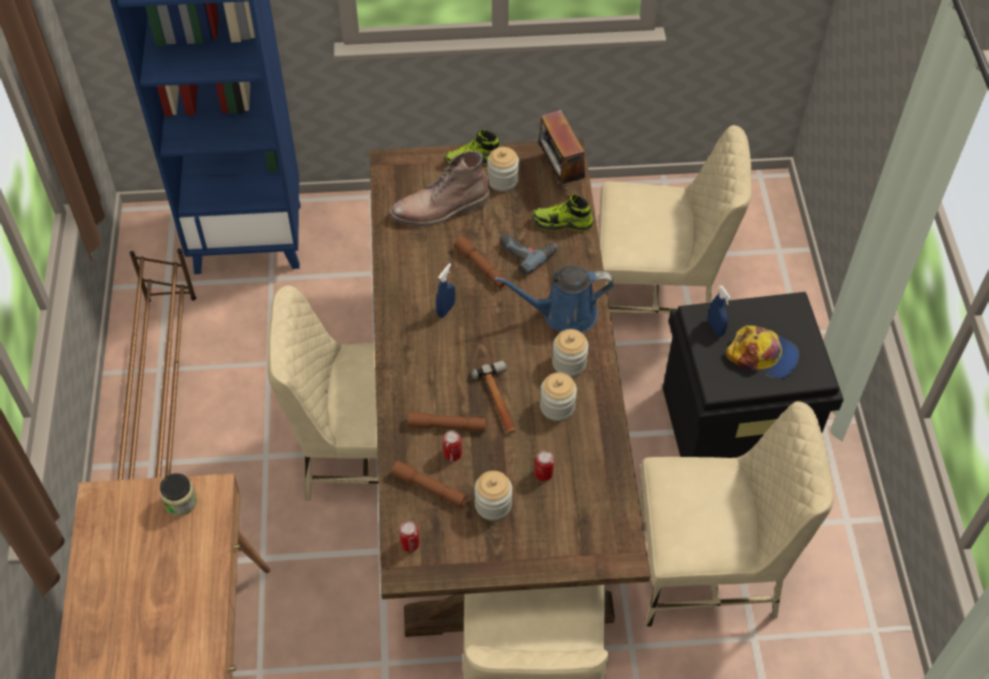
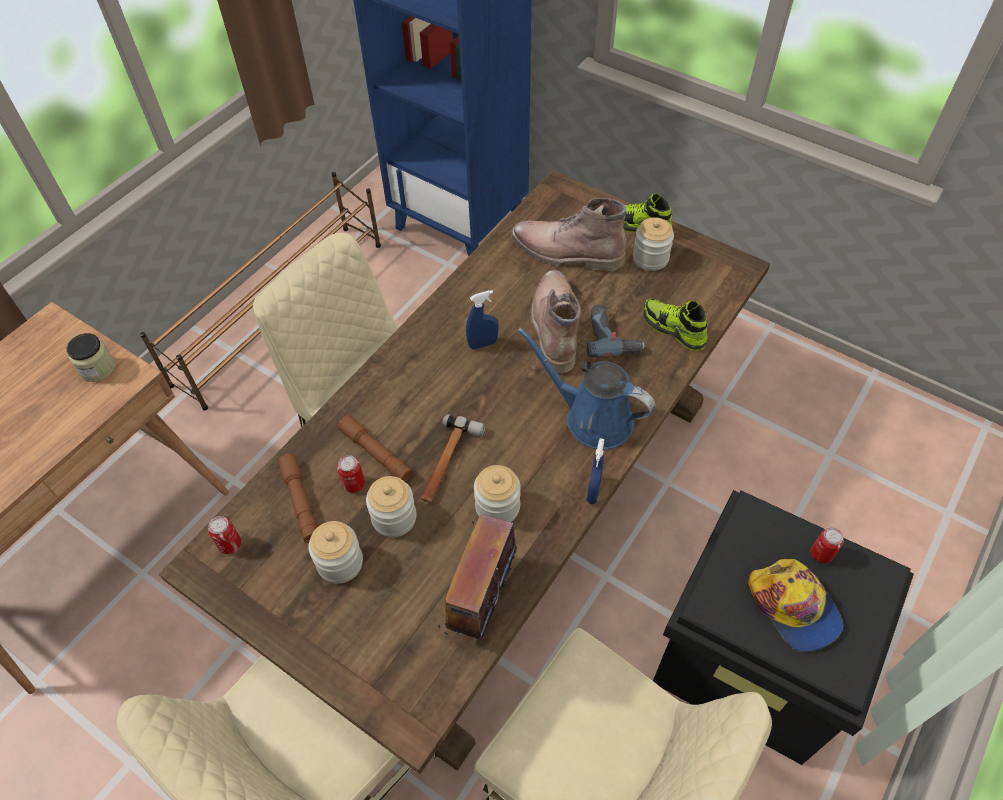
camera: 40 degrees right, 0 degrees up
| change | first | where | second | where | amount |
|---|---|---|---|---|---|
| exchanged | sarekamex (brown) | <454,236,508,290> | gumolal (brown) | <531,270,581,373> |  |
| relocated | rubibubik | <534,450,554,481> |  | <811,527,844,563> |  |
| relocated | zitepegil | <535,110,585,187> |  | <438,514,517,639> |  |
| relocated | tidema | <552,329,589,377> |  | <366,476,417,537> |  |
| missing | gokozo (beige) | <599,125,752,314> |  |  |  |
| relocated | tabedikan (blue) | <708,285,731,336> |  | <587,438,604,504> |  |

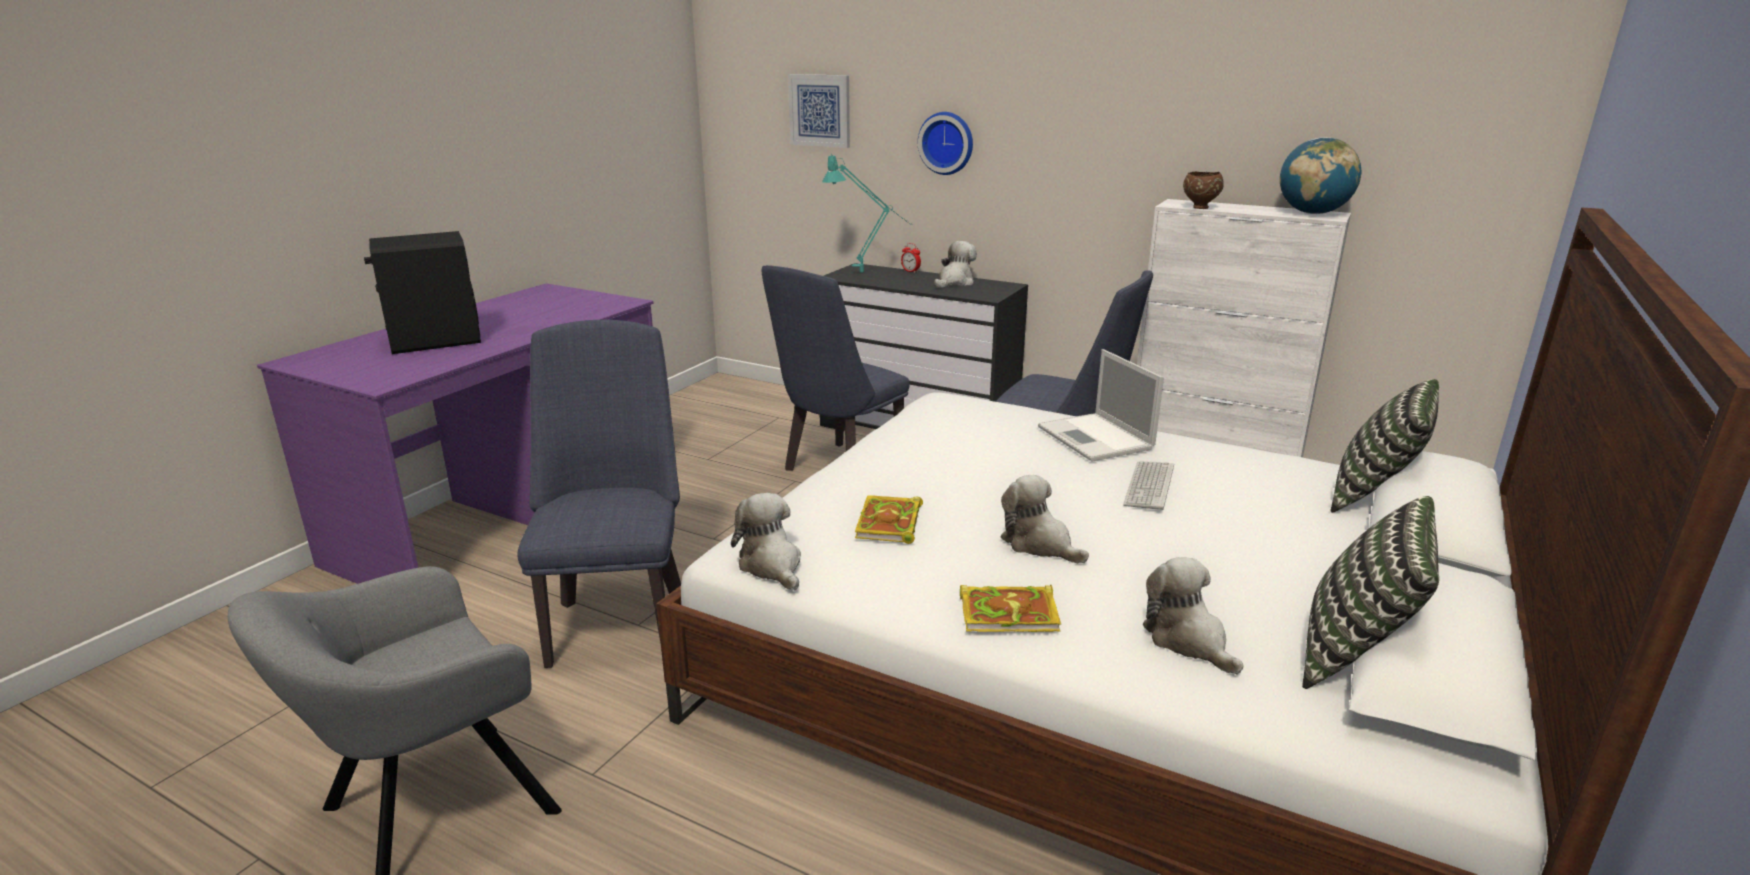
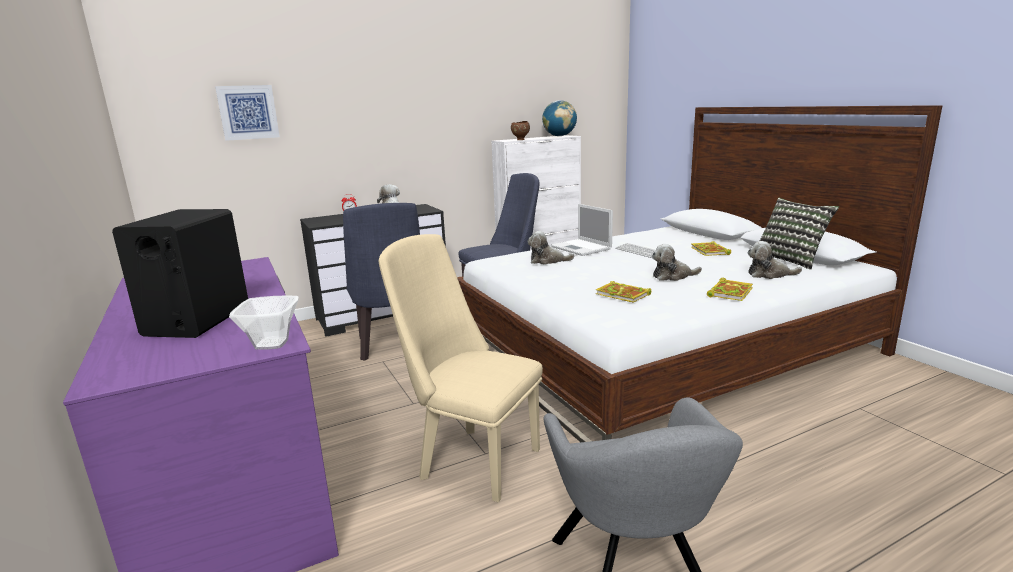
camera: 55 degrees left, 5 degrees down
| change | first | where | second | where | amount |
|---|---|---|---|---|---|
| colour | gokozo (blue) | <517,320,681,668> | gokozo (beige) | <379,234,543,502> |  |
| relocated | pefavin | <731,493,801,590> |  | <527,231,574,265> |  |
| missing | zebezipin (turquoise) | <822,154,912,273> |  |  |  |
| missing | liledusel | <918,112,973,175> |  |  |  |
| spun | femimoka | <1038,349,1164,462> |  | <551,204,613,256> | 45 degrees clockwise |
| missing | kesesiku | <1331,379,1439,513> |  |  |  |
| appeared |  |  | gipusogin | <229,296,299,350> |  |
| appeared |  |  | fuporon | <691,241,731,256> |  |

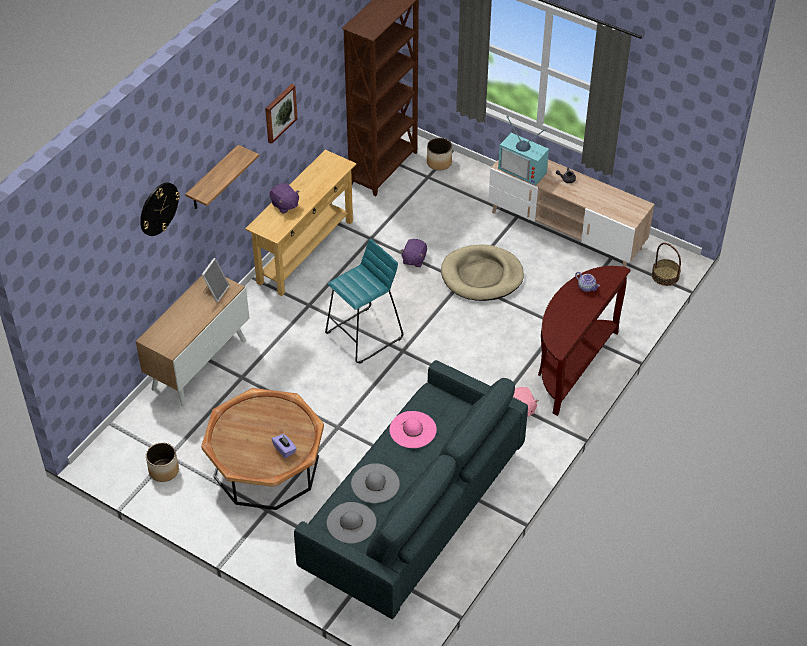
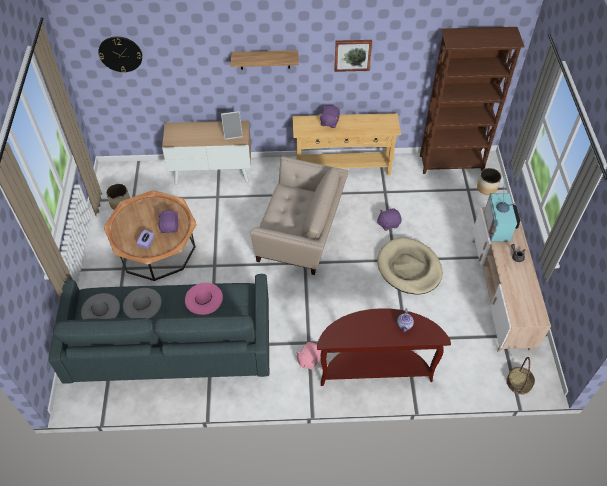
camera: 55 degrees right, 5 degrees up
| change | first | where | second | where | amount |
|---|---|---|---|---|---|
| relocated | liledusel | <140,183,180,236> |  | <98,36,142,73> |  |
| exchanged | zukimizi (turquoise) | <325,239,403,364> | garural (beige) | <250,157,349,275> |  |
| appeared |  |  | pefavin (purple) | <157,210,178,233> |  |

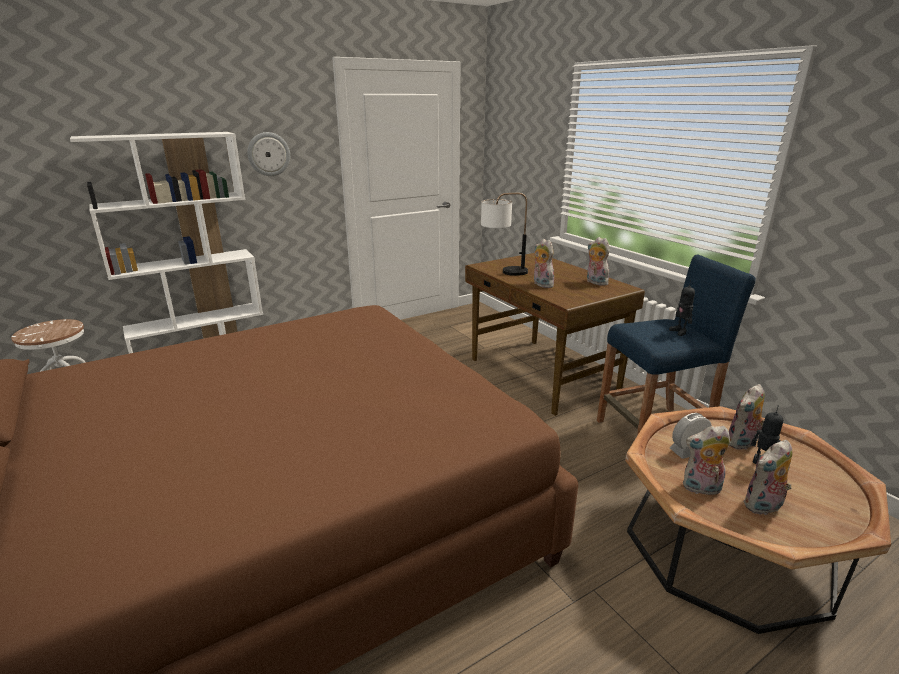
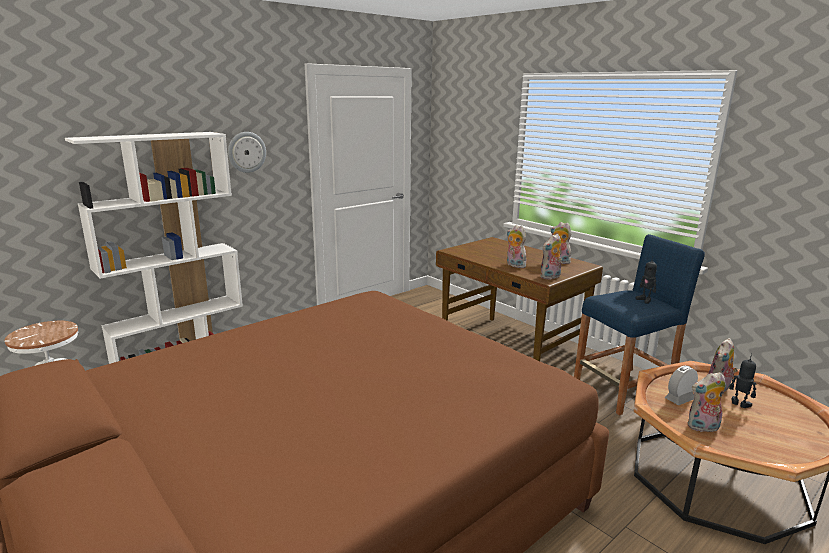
camera: 10 degrees left, 5 degrees down
| change | first | where | second | where | amount |
|---|---|---|---|---|---|
| missing | zebezipin | <481,193,528,276> |  |  |  |
| relocated | pefavin | <743,440,792,515> |  | <540,234,562,280> |  |

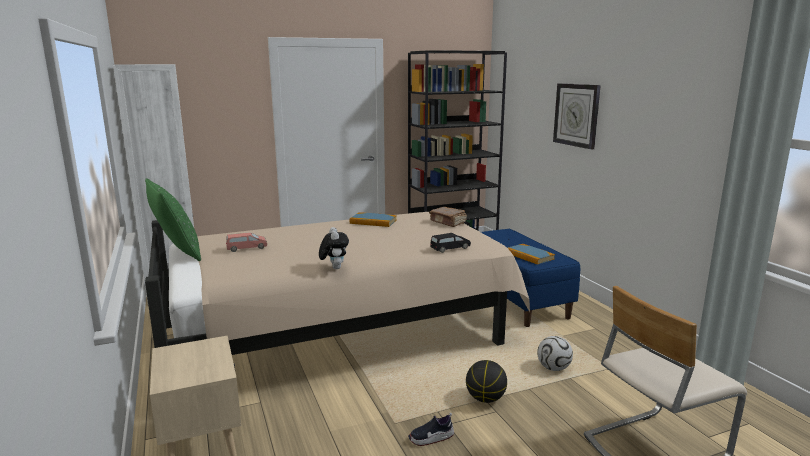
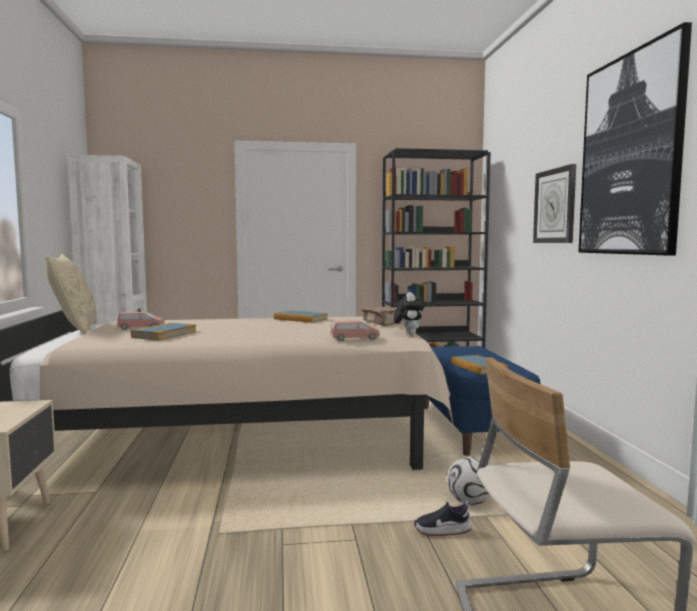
camera: 15 degrees right, 10 degrees down
| change | first | where | second | where | amount |
|---|---|---|---|---|---|
| colour | kesesiku (green) | <145,178,201,261> | kesesiku (beige) | <46,254,97,334> |  |
| relocated | pefavin | <319,227,349,269> |  | <394,292,425,335> |  |
| relocated | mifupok | <408,413,454,446> |  | <414,501,472,536> |  |
| colour | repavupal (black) | <430,233,471,253> | repavupal (pink) | <331,320,380,341> |  |
| missing | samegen | <466,360,507,403> |  |  |  |
| appeared |  |  | fuporon | <131,323,197,340> |  |
| appeared |  |  | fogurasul | <578,22,692,256> |  |

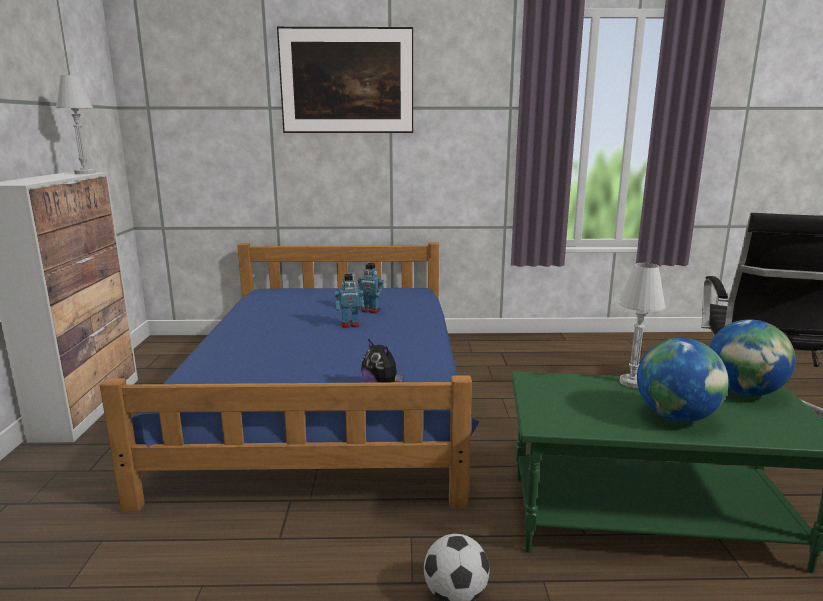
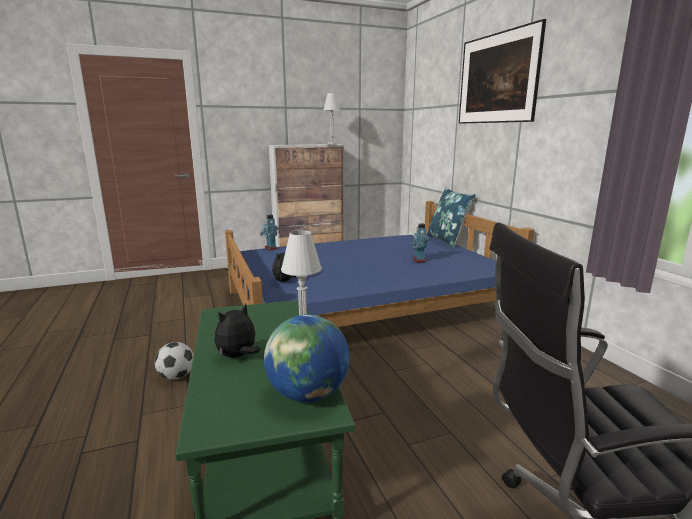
camera: 70 degrees right, 0 degrees up
| change | first | where | second | where | amount |
|---|---|---|---|---|---|
| relocated | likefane | <335,274,365,328> |  | <260,214,278,250> |  |
| exchanged | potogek | <637,338,729,422> | pefavin | <215,304,260,358> |  |
| appeared |  |  | kesesiku (blue) | <427,188,476,248> |  |

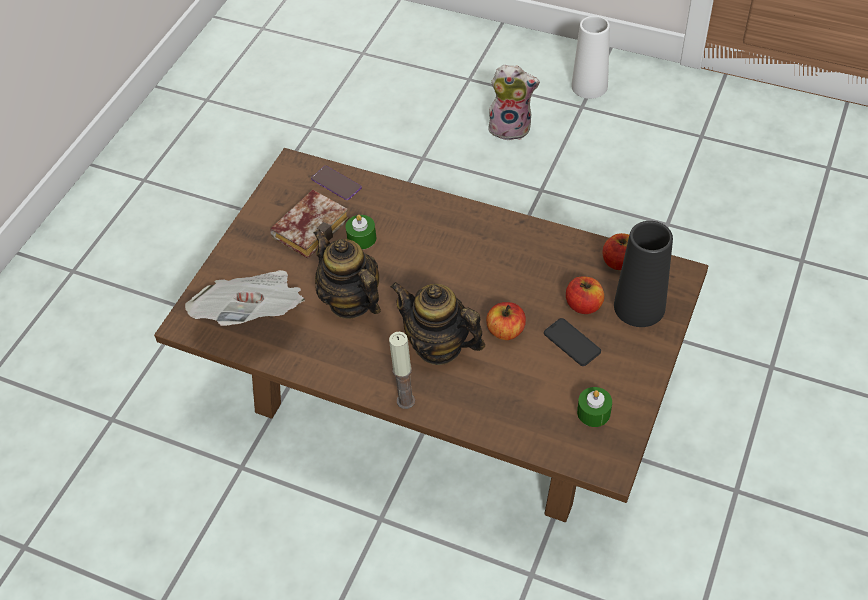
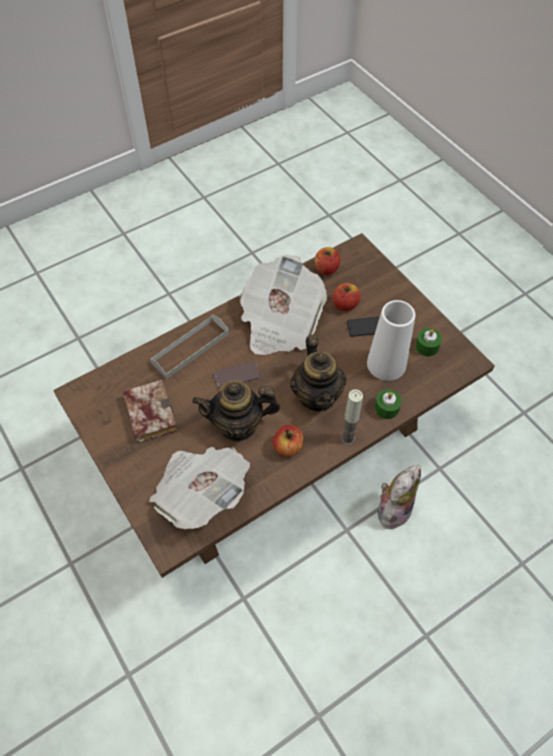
camera: 60 degrees left, 5 degrees up
| change | first | where | second | where | amount |
|---|---|---|---|---|---|
| relocated | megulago | <311,165,362,200> |  | <214,362,260,389> |  |
| relocated | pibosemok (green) | <345,215,376,250> |  | <375,389,402,419> |  |
| spun | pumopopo | <390,282,485,365> |  | <290,335,346,412> | 75 degrees counterclockwise |
| relocated | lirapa | <486,302,526,340> |  | <273,425,303,457> |  |
| relocated | pefavin | <488,65,540,141> |  | <378,465,421,532> |  |
| relocated | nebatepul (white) | <571,16,610,99> |  | <367,300,415,381> |  |
| missing | nebatepul (black) | <614,221,673,327> |  |  |  |
| appeared |  |  | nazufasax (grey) | <150,315,229,379> |  |
| appeared |  |  | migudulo | <239,255,327,355> |  |

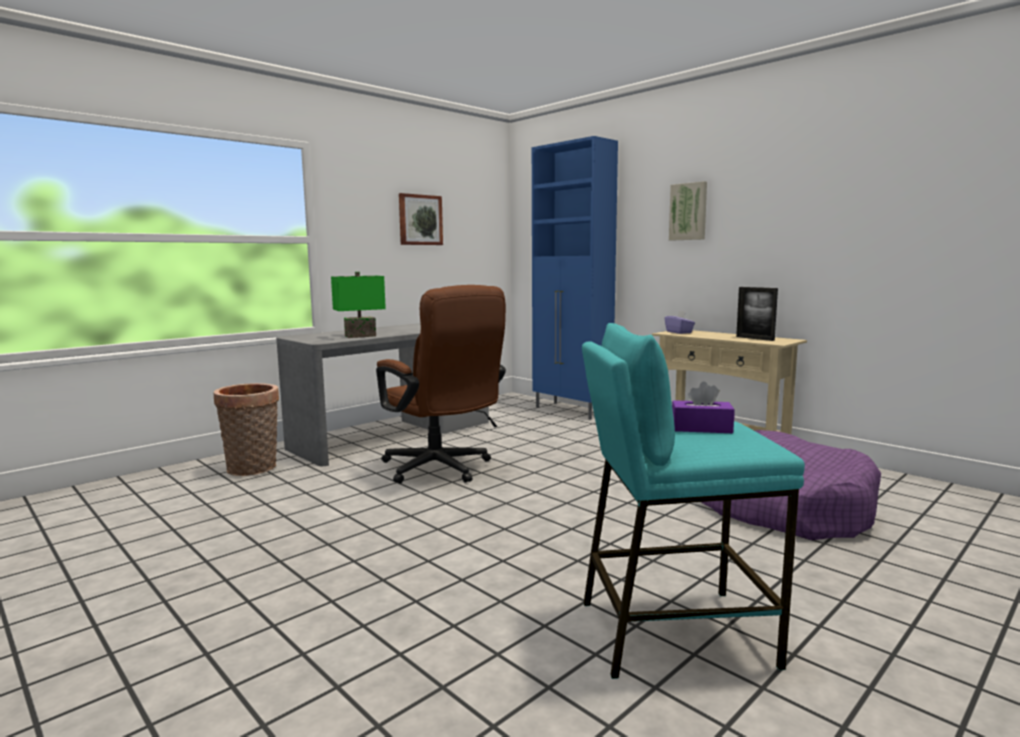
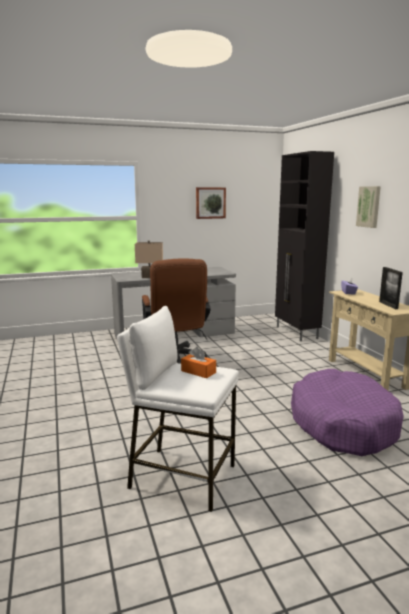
camera: 25 degrees right, 5 degrees up
| change | first | where | second | where | amount |
|---|---|---|---|---|---|
| missing | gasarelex | <214,383,279,476> |  |  |  |
| colour | zebezipin (green) | <331,272,386,338> | zebezipin (beige) | <135,241,163,278> |  |
| colour | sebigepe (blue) | <532,136,618,420> | sebigepe (black) | <275,151,334,341> |  |
| colour | zukimizi (turquoise) | <582,323,805,679> | zukimizi (white) | <117,306,239,512> |  |
| colour | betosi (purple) | <672,382,735,433> | betosi (orange) | <181,347,216,378> |  |

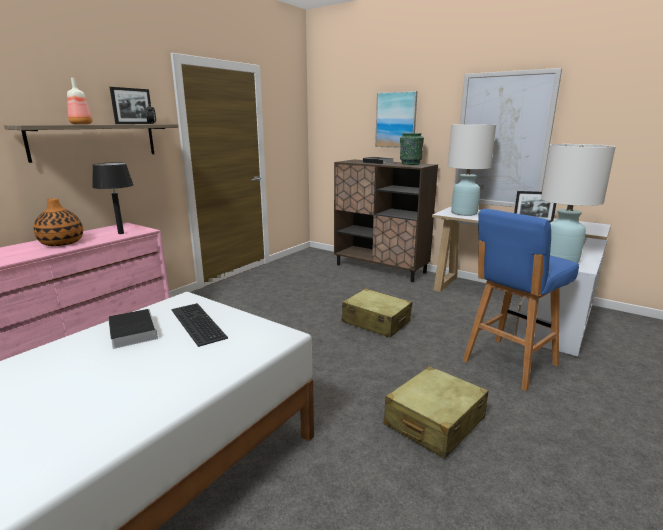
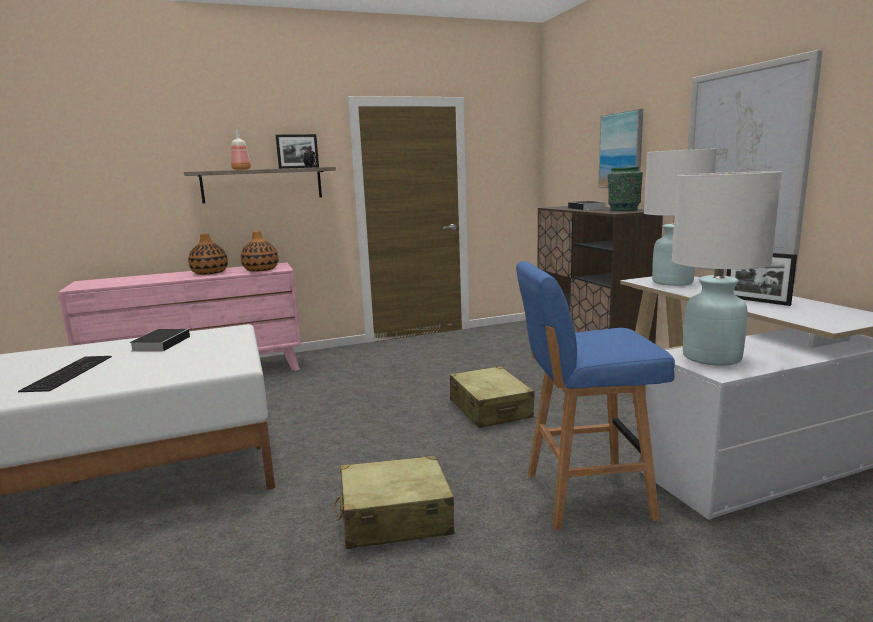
camera: 35 degrees right, 5 degrees down
| change | first | where | second | where | amount |
|---|---|---|---|---|---|
| exchanged | zebezipin (black) | <92,162,133,234> | nebatepul | <241,231,279,272> |  |
| relocated | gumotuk | <171,303,228,347> |  | <18,356,112,392> |  |

